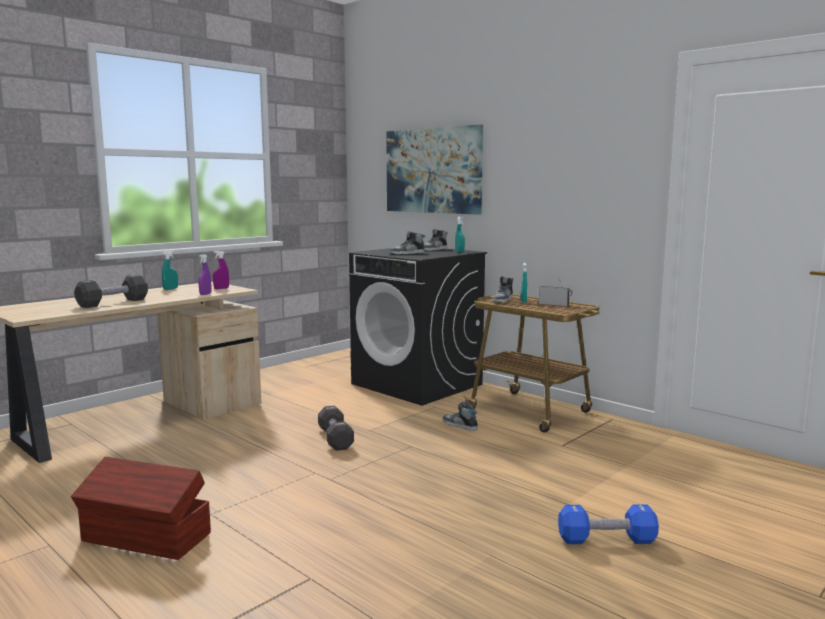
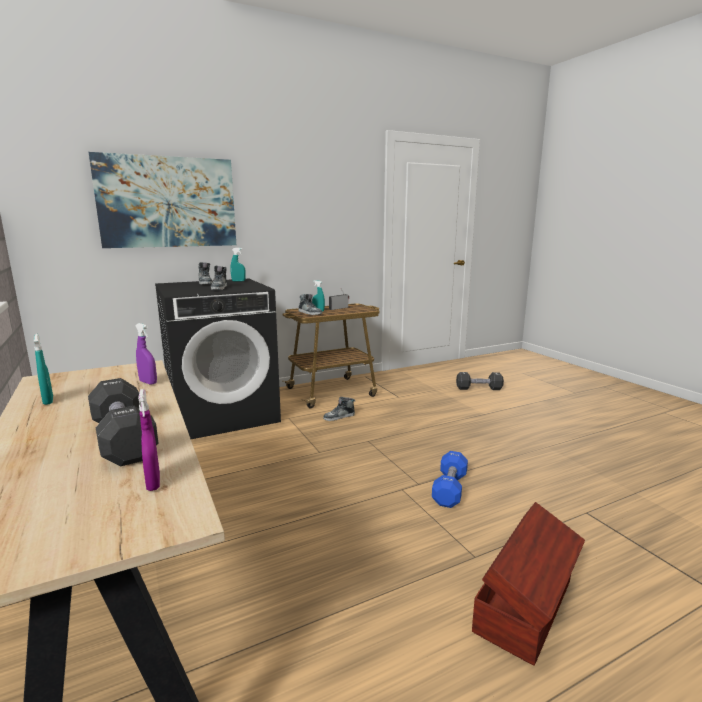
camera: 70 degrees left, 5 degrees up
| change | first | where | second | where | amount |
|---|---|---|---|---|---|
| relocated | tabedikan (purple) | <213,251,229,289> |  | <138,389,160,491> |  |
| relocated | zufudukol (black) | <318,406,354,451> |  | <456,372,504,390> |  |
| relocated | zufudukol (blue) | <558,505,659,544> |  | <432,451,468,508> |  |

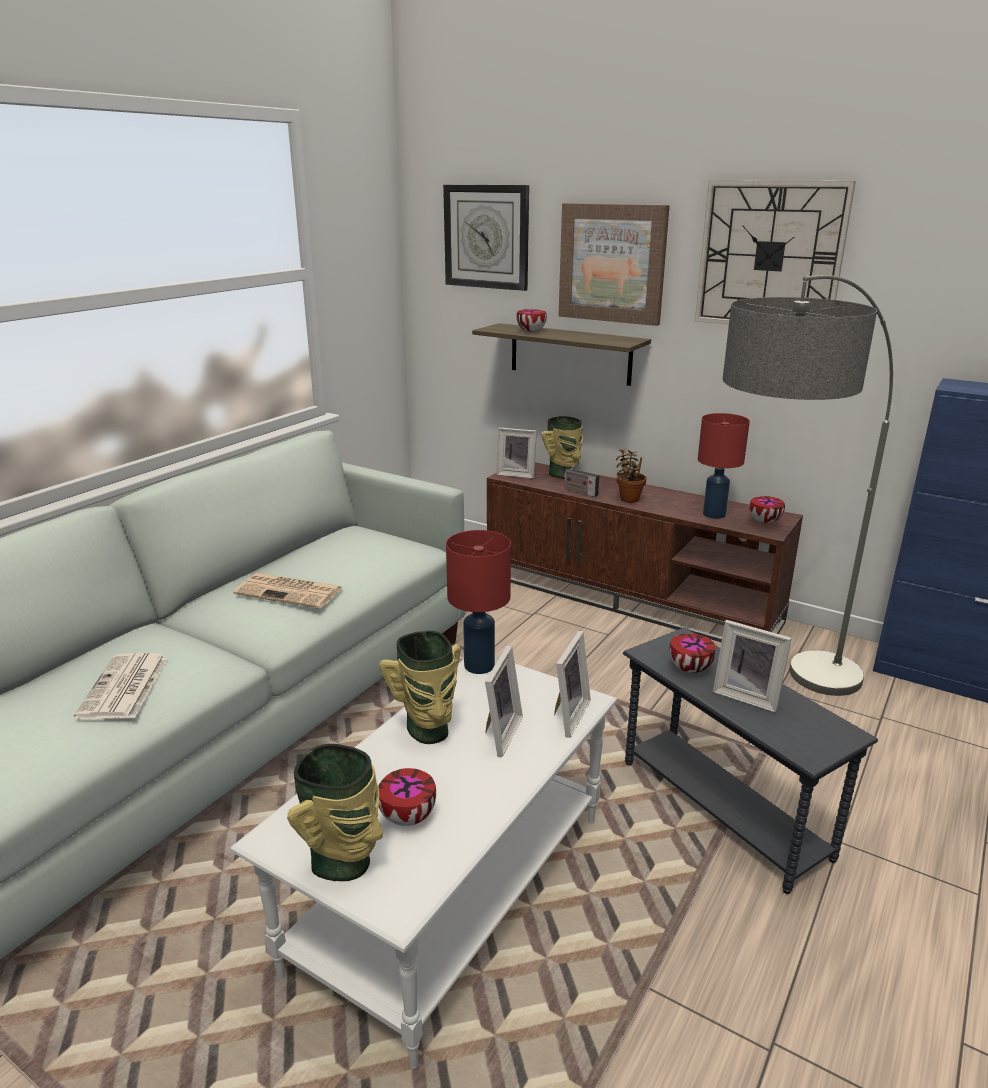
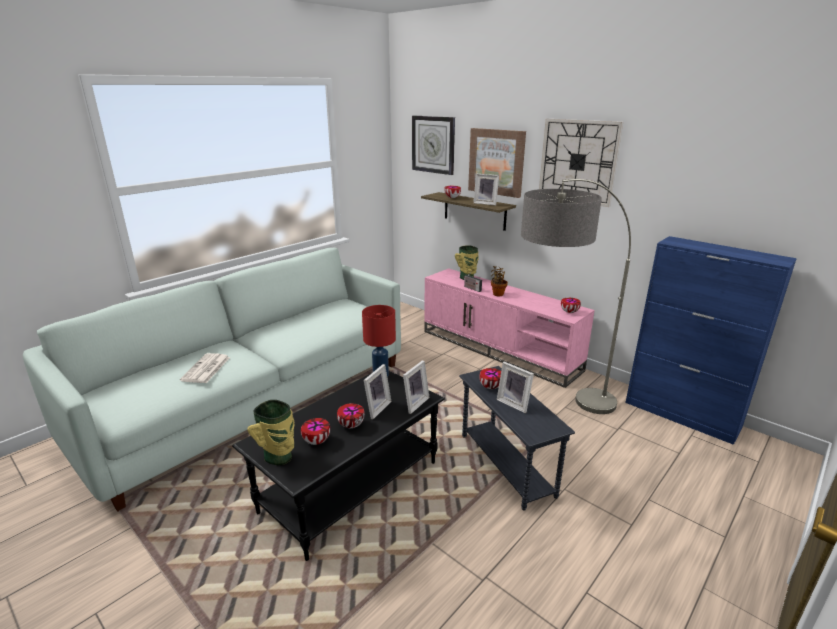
camera: 10 degrees right, 0 degrees up
| change | first | where | second | where | amount |
|---|---|---|---|---|---|
| colour | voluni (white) | <230,657,617,1069> | voluni (black) | <232,371,445,561> |  |
| missing | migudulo | <233,573,342,609> |  |  |  |
| missing | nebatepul | <379,631,461,744> |  |  |  |
| colour | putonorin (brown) | <487,462,803,642> | putonorin (pink) | <424,268,595,388> |  |
| relocated | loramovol | <496,428,537,479> |  | <473,174,499,205> |  |
| missing | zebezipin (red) | <698,413,750,519> |  |  |  |
| appeared |  |  | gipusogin | <337,403,365,428> |  |

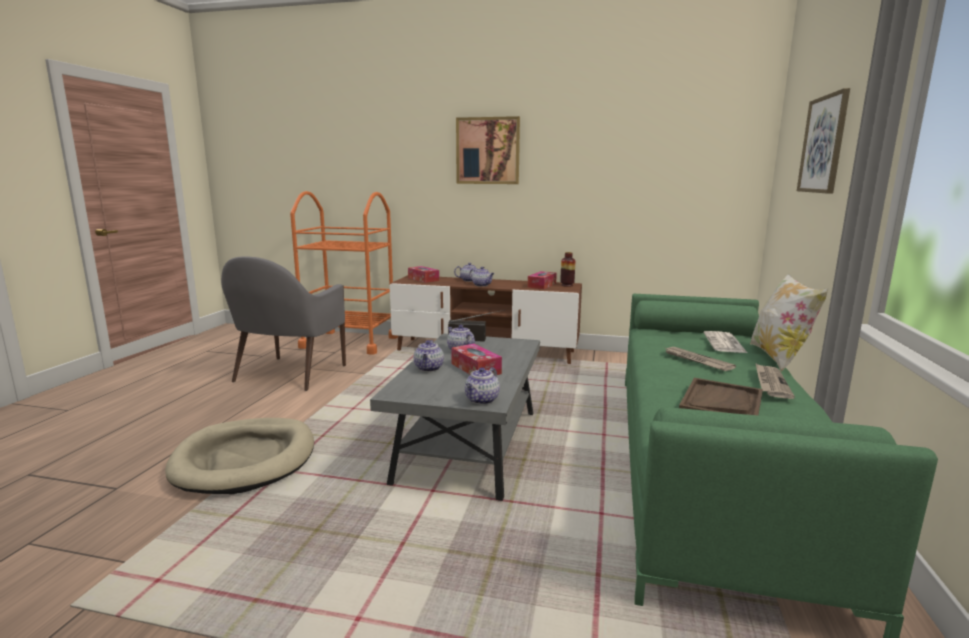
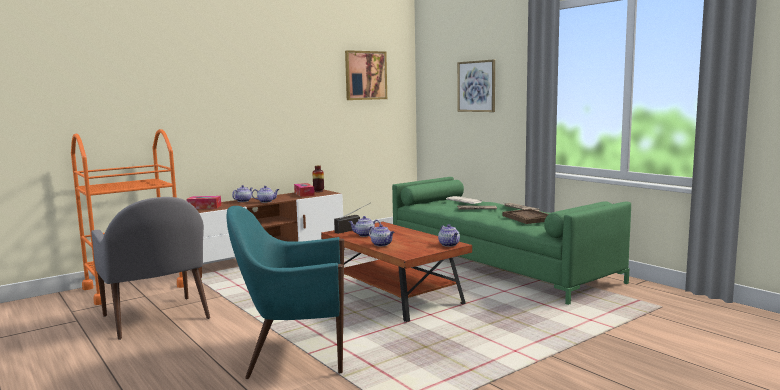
camera: 50 degrees left, 5 degrees down
| change | first | where | second | where | amount |
|---|---|---|---|---|---|
| exchanged | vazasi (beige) | <165,418,314,494> | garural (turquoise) | <226,206,344,379> |  |
| colour | voluni (grey) | <370,333,540,501> | voluni (brown) | <321,222,472,322> |  |
| missing | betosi | <451,344,502,375> |  |  |  |
| relocated | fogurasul | <456,116,520,184> |  | <345,50,387,100> |  |
| missing | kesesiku | <750,274,829,372> |  |  |  |

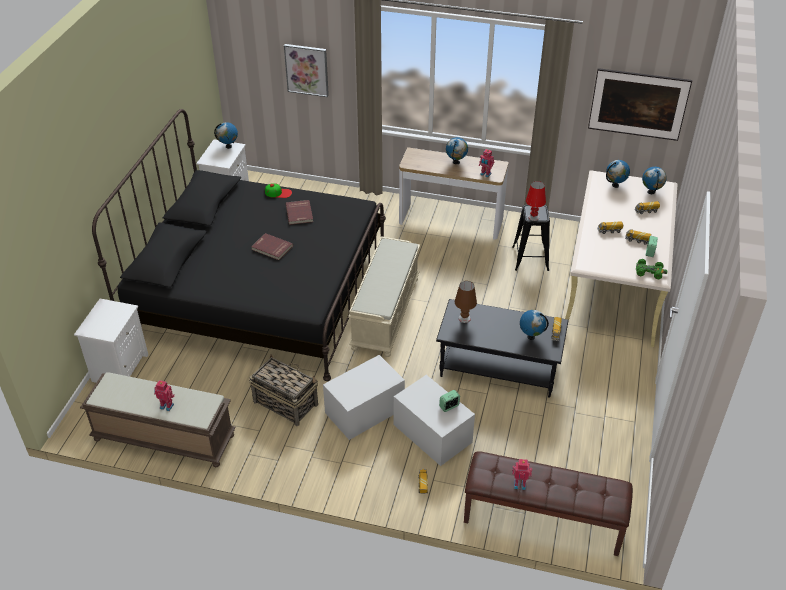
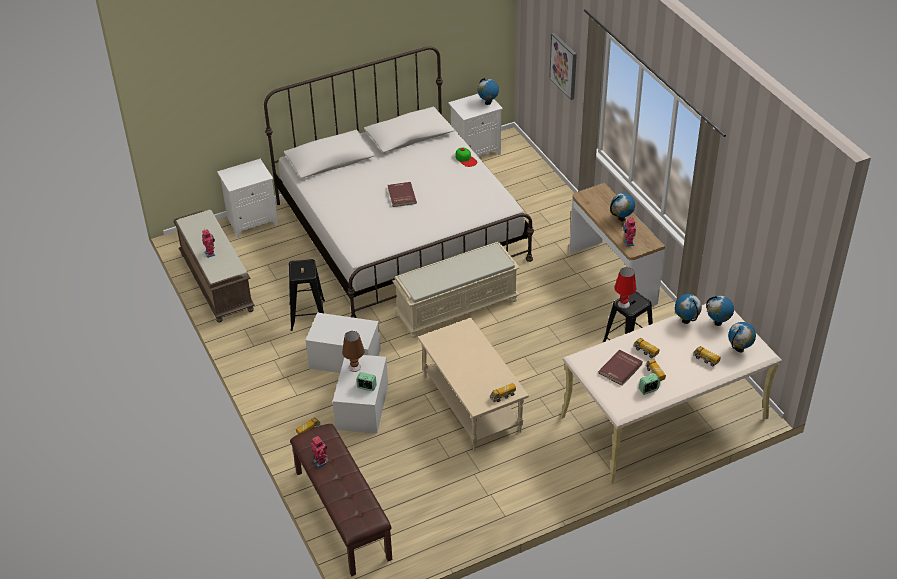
camera: 50 degrees right, 0 degrees up
| change | first | where | second | where | amount |
|---|---|---|---|---|---|
| colour | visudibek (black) | <92,109,386,381> | visudibek (white) | <264,46,534,318> |  |
| exchanged | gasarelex | <249,354,318,426> | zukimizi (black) | <289,259,325,331> |  |
| relocated | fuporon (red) | <286,200,313,225> |  | <598,350,643,386> |  |
| colour | voluni (black) | <436,299,569,398> | voluni (beige) | <418,318,529,451> |  |
| relocated | zebezipin (brown) | <454,281,477,323> |  | <342,331,364,372> |  |
| relocated | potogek | <520,310,549,340> |  | <675,294,702,324> |  |
| missing | fogurasul | <588,68,692,141> |  |  |  |
| missing | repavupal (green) | <636,259,668,279> |  |  |  |

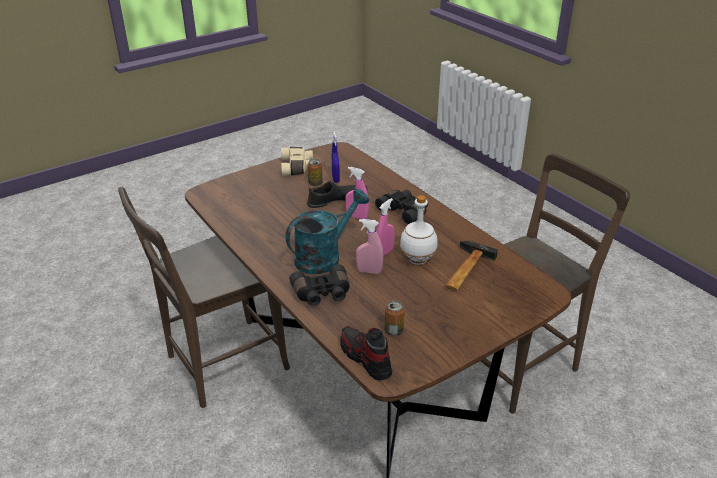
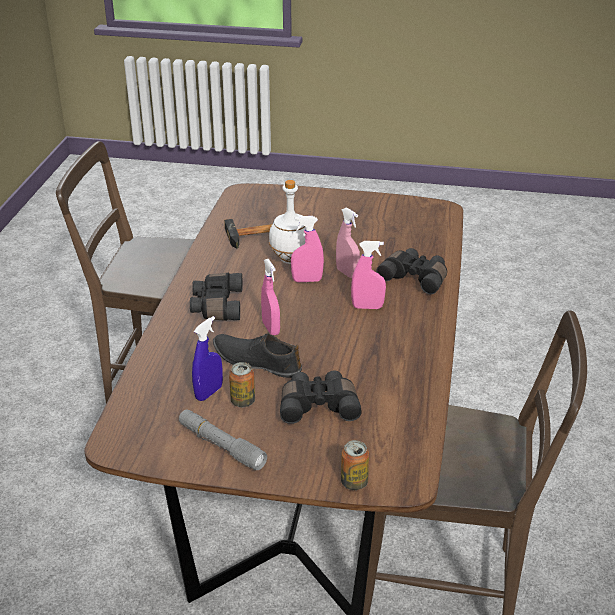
camera: 135 degrees left, 0 degrees up
| change | first | where | second | where | amount |
|---|---|---|---|---|---|
| exchanged | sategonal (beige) | <281,147,313,176> | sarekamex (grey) | <179,410,267,470> |  |
| exchanged | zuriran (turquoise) | <286,188,369,274> | tabedikan (pink) | <351,241,386,309> |  |
| missing | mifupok | <341,326,392,381> |  |  |  |
| relocated | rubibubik | <384,300,405,336> |  | <341,440,369,490> |  |
| appeared |  |  | sategonal (black) | <280,371,362,424> |  |

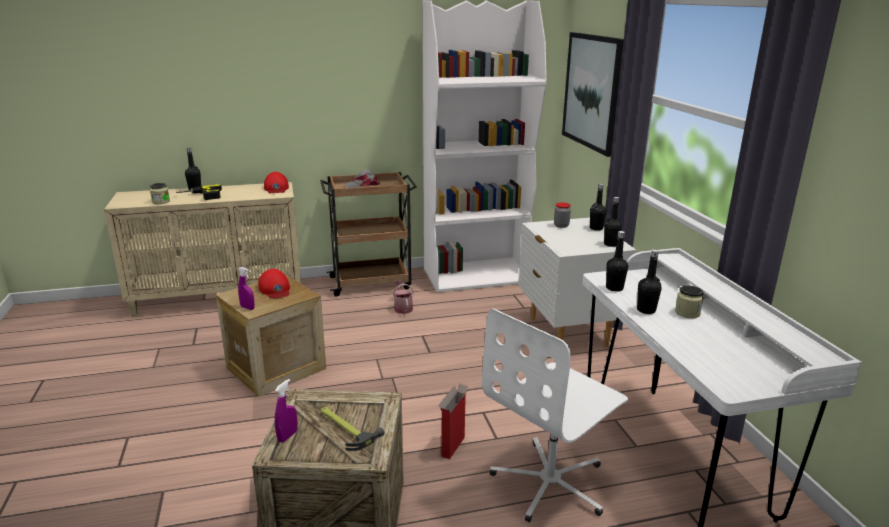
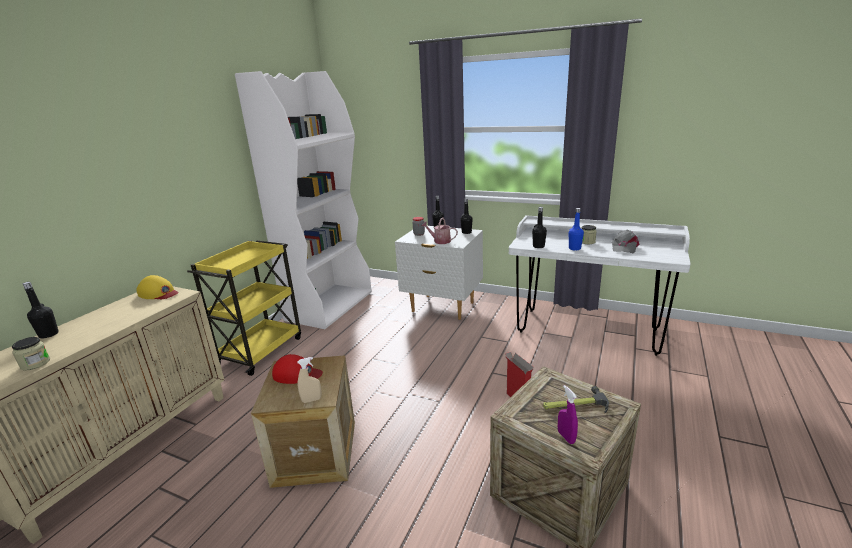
camera: 50 degrees left, 0 degrees up
| change | first | where | second | where | amount |
|---|---|---|---|---|---|
| missing | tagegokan | <176,184,222,200> |  |  |  |
| colour | tabedikan (purple) | <238,267,255,310> | tabedikan (beige) | <297,357,322,403> |  |
| colour | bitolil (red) | <264,172,289,193> | bitolil (yellow) | <137,275,179,299> |  |
| colour | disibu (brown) | <320,172,417,297> | disibu (yellow) | <187,240,301,376> |  |
| relocated | bitolil (grey) | <344,170,380,188> |  | <612,230,640,253> |  |
| relocated | zuriran | <393,281,414,314> |  | <421,218,458,244> |  |
| missing | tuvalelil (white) | <482,308,628,522> |  |  |  |
| missing | fogurasul | <562,32,624,157> |  |  |  |
| colour | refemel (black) | <637,249,662,314> | refemel (blue) | <569,208,584,250> |  |

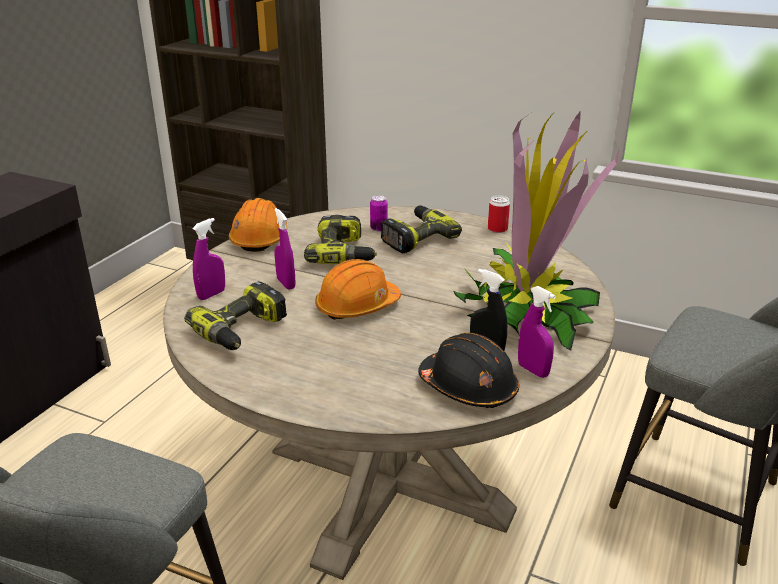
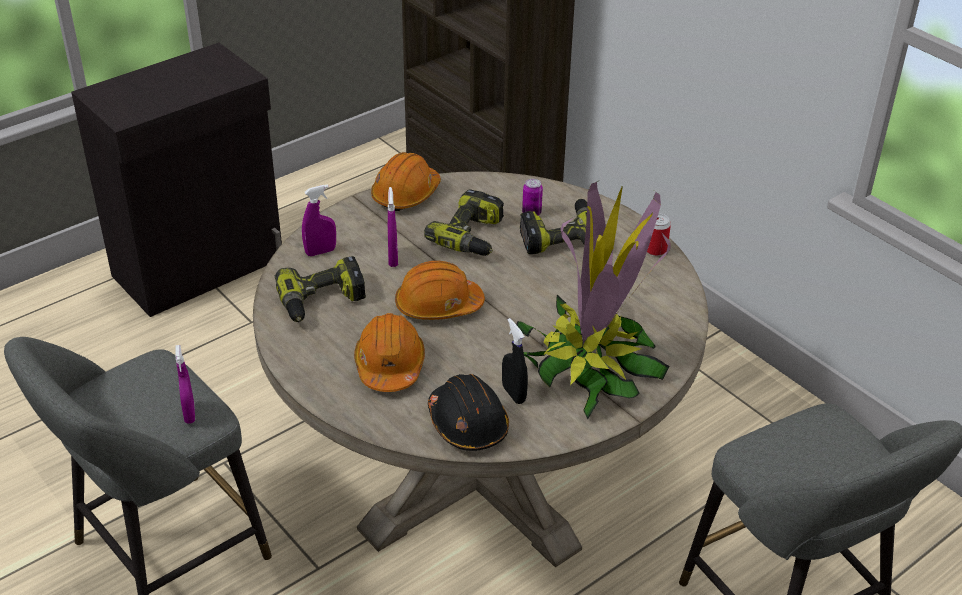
camera: 25 degrees right, 10 degrees up
| change | first | where | second | where | amount |
|---|---|---|---|---|---|
| relocated | tabedikan (purple) | <518,286,556,378> |  | <175,345,195,424> |  |
| appeared |  |  | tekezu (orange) | <354,313,425,392> |  |

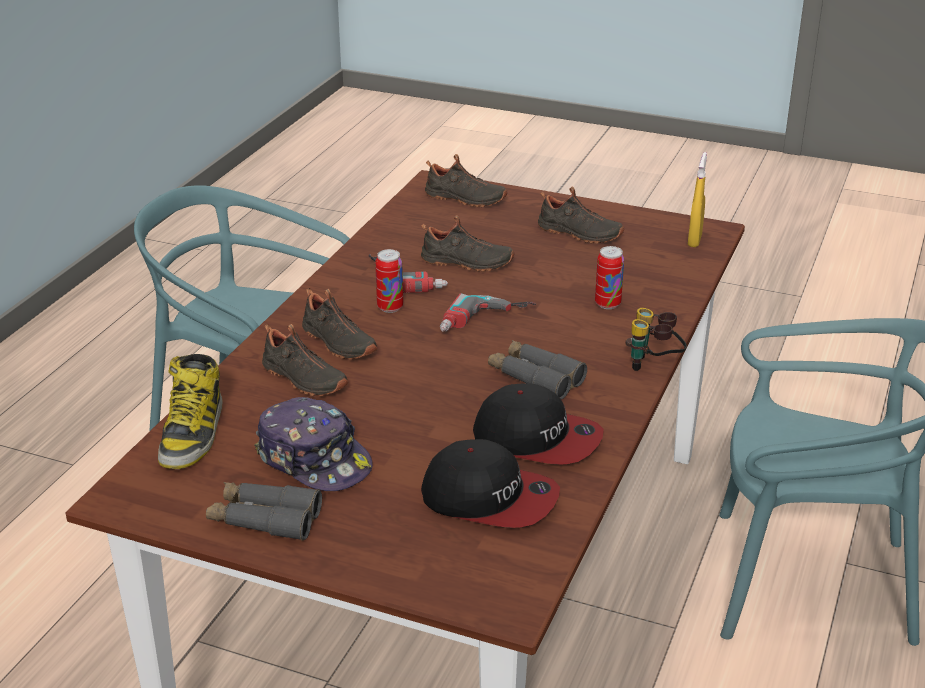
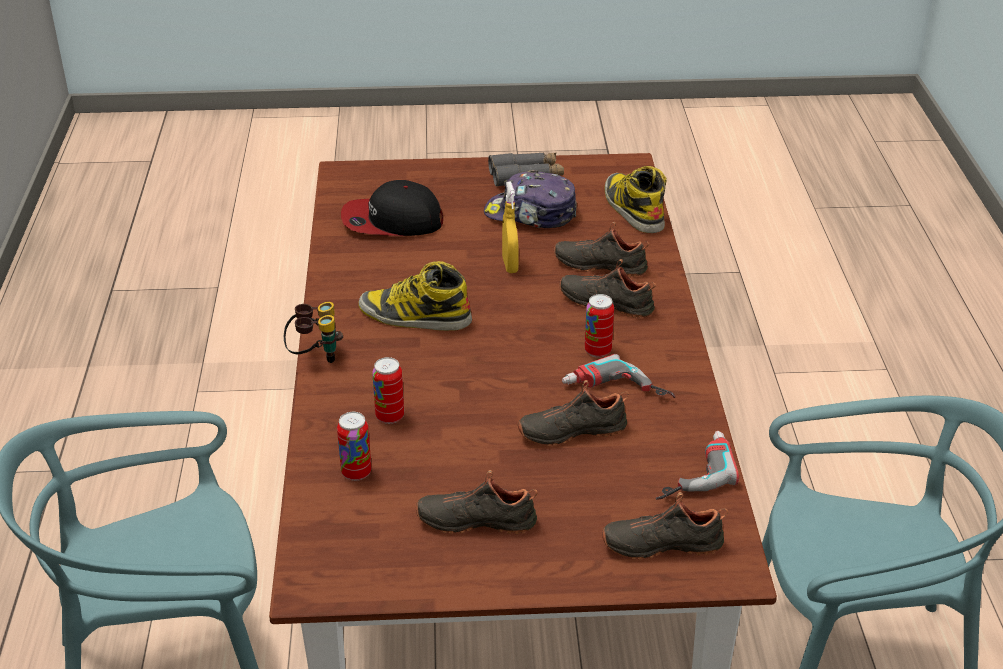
camera: 155 degrees right, 5 degrees up
| change | first | where | second | where | amount |
|---|---|---|---|---|---|
| relocated | tagegokan | <440,293,536,331> |  | <656,431,739,500> |  |
| missing | bitolil | <473,383,604,464> |  |  |  |
| exchanged | sategonal (grey) | <488,340,587,399> | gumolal | <358,261,472,331> |  |
| relocated | tabedikan (yellow) | <688,152,707,247> |  | <502,181,519,273> |  |
| appeared |  |  | rubibubik | <337,412,371,481> |  |

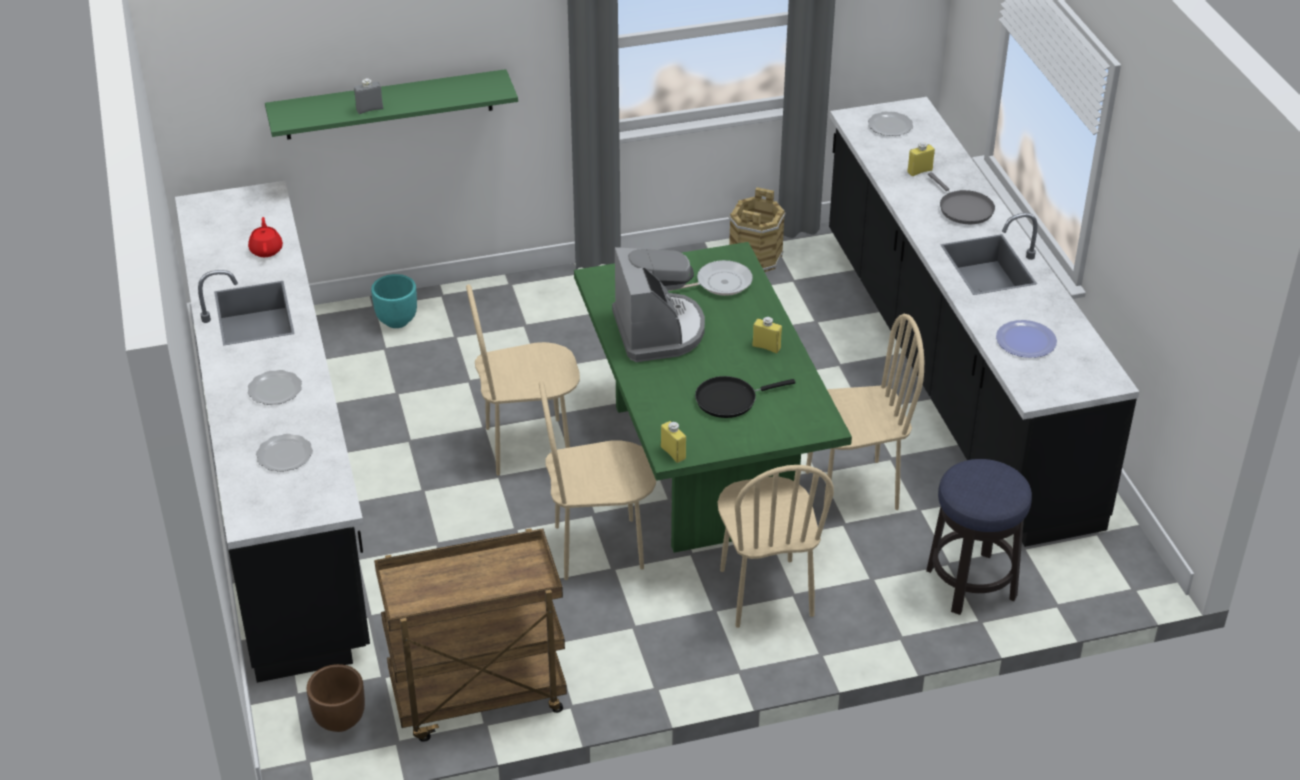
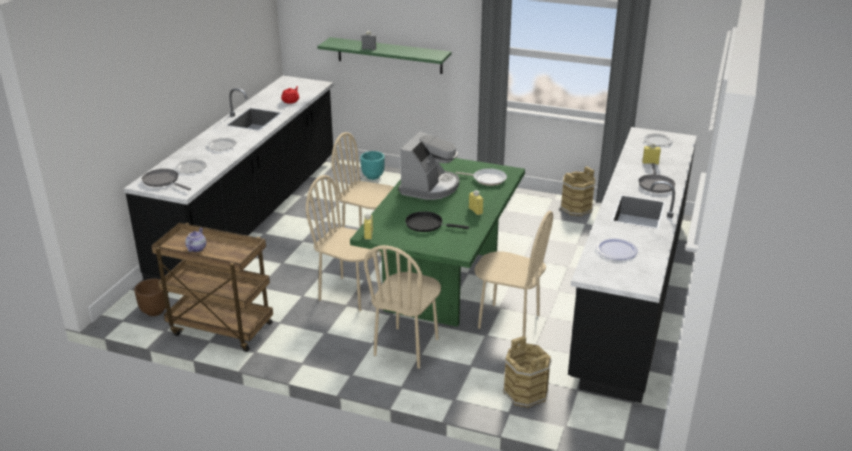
camera: 35 degrees right, 10 degrees down
| change | first | where | second | where | amount |
|---|---|---|---|---|---|
| exchanged | zukimizi | <926,459,1032,615> | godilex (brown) | <502,336,552,408> |  |
| appeared |  |  | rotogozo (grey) | <142,169,191,191> |  |
| appeared |  |  | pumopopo | <185,228,206,252> |  |

